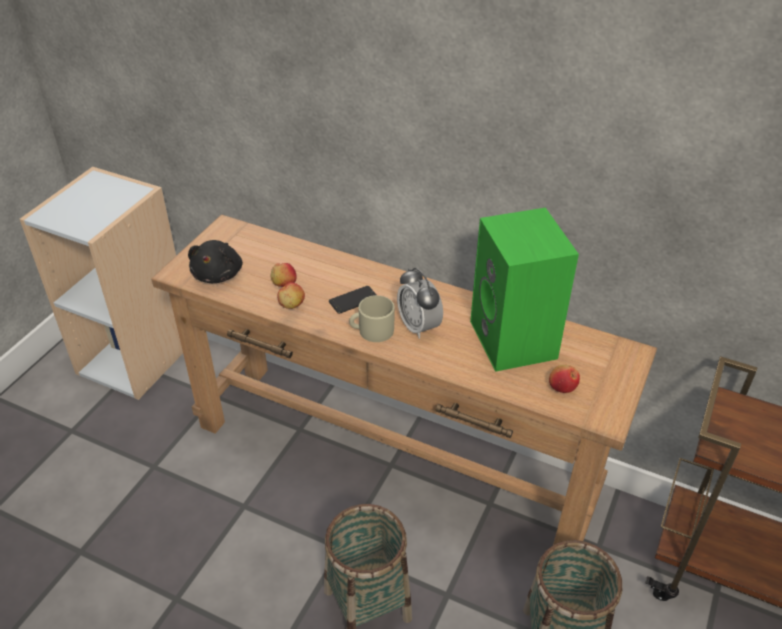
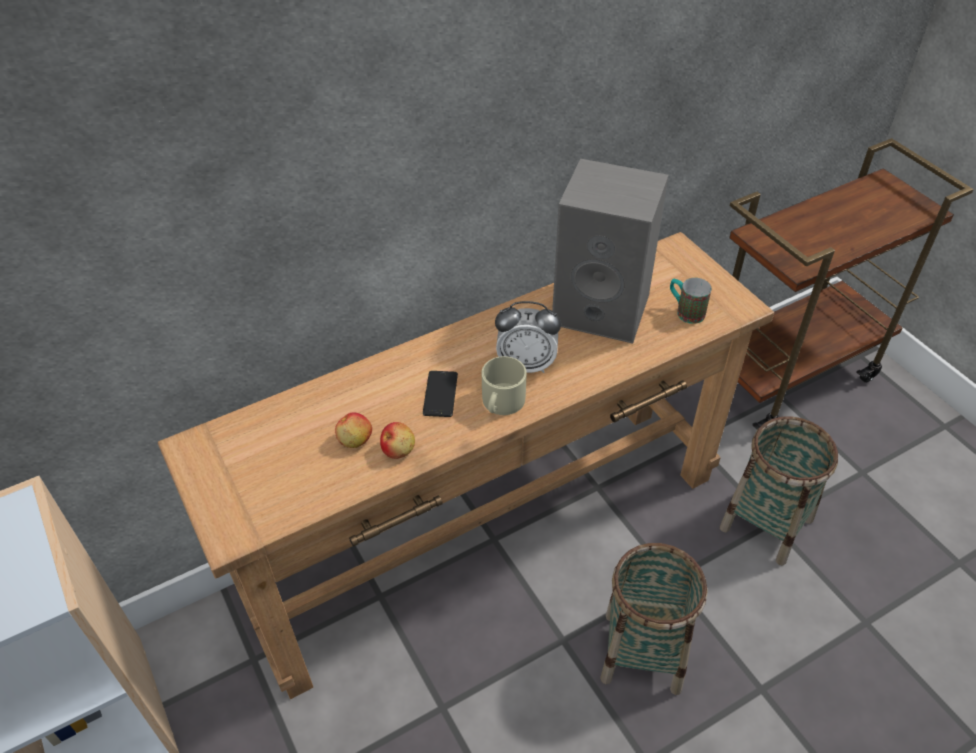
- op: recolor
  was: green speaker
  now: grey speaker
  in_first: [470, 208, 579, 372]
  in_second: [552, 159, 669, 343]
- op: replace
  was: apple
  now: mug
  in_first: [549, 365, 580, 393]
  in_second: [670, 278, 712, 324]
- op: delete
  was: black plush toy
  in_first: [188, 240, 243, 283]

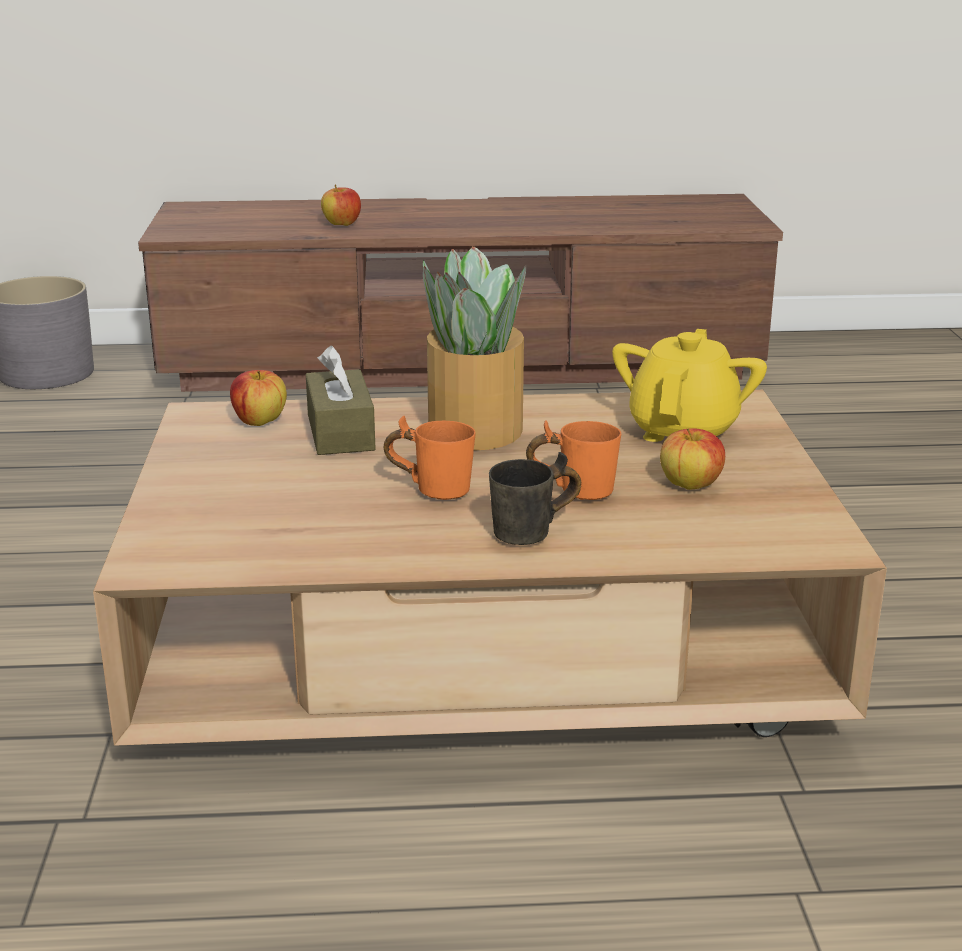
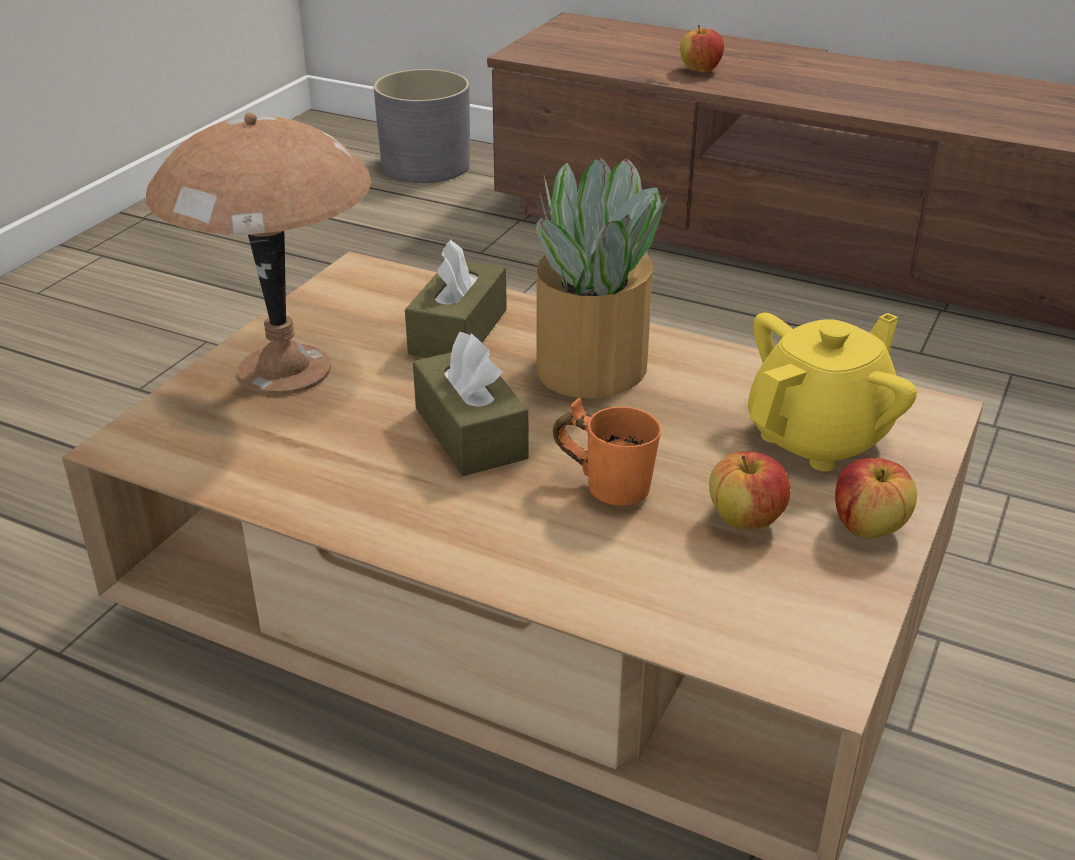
- op: insert
  now: brown table lamp
  in_second: [146, 113, 371, 395]
- op: replace
  was: orange mug
  now: brown tissue box
  in_first: [384, 416, 476, 500]
  in_second: [413, 332, 529, 476]
- op: move
  was: apple
  in_first: [230, 370, 287, 426]
  in_second: [835, 458, 917, 539]
- op: delete
  was: grey mug
  in_first: [489, 452, 581, 545]

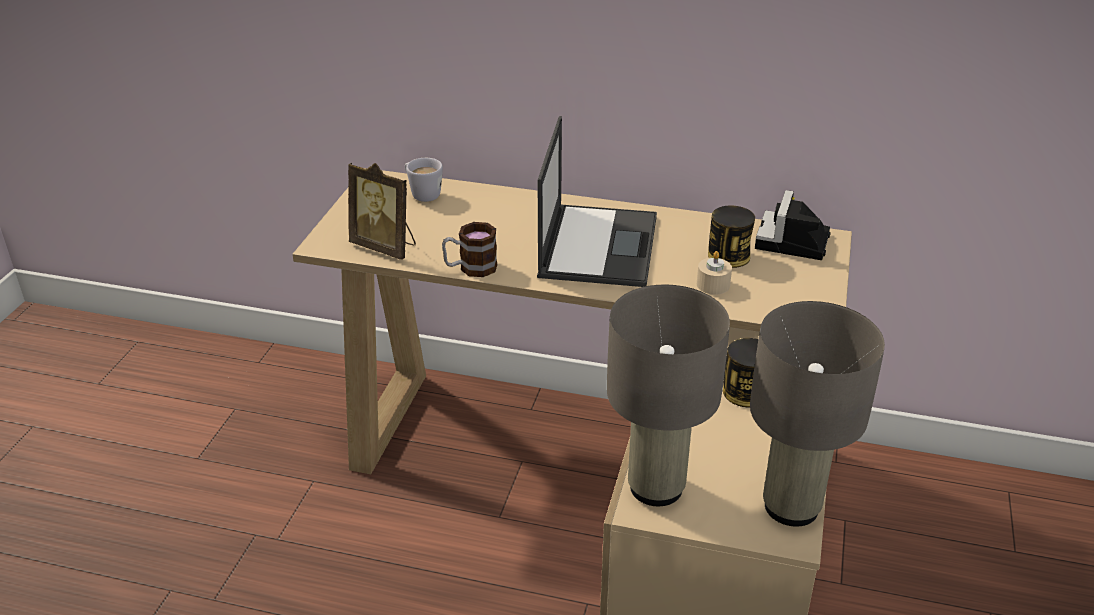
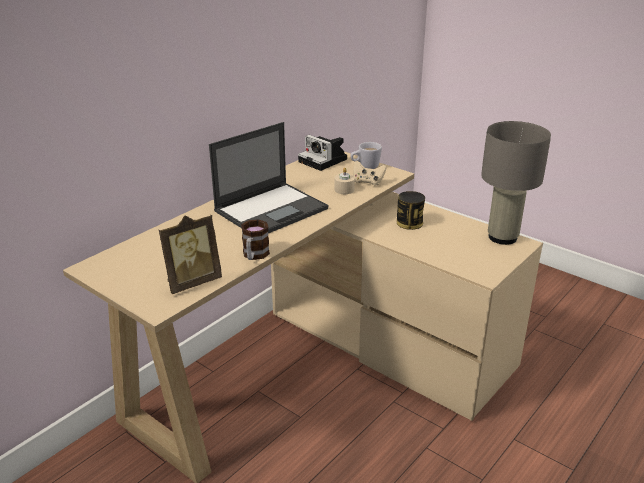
- op: rotate
  was: laptop
  in_first: [537, 116, 657, 287]
  in_second: [209, 122, 328, 233]
  clockwise: 105
- op: move
  was: white mug
  in_first: [405, 158, 443, 202]
  in_second: [350, 142, 382, 169]
- op: insert
  now: beige game controller
  in_second: [353, 161, 386, 185]
- op: delete
  was: grey table lamp
  in_first: [607, 285, 730, 506]
- op: delete
  was: can
  in_first: [708, 205, 755, 268]

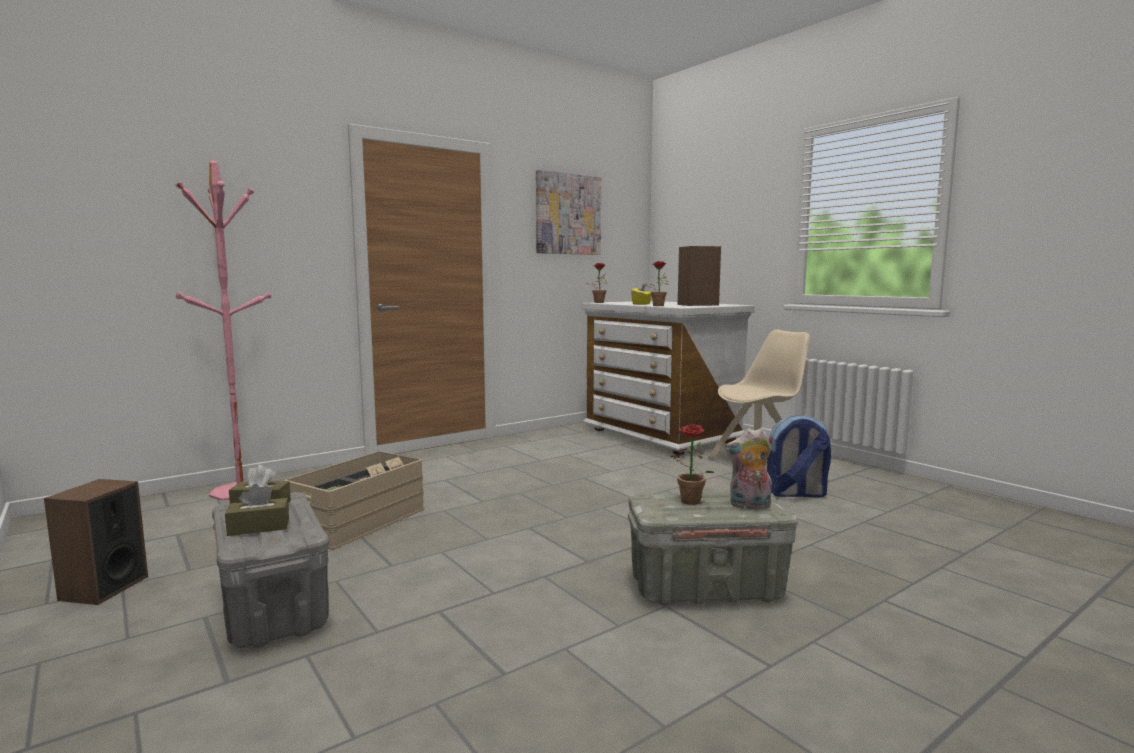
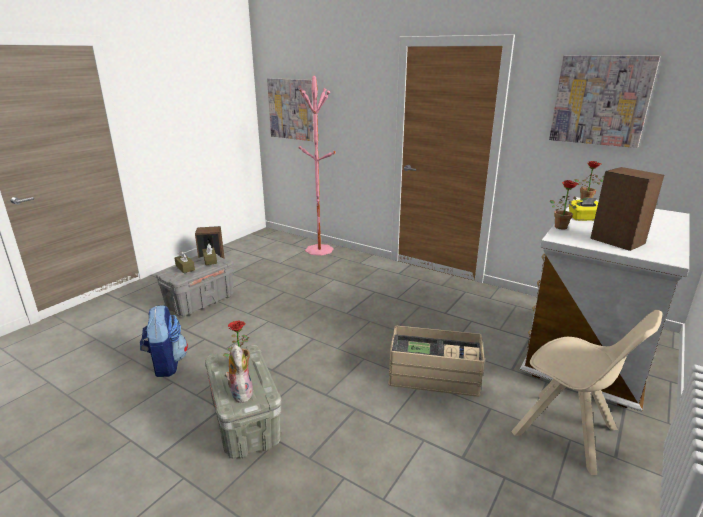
- op: move
  was: backpack
  in_first: [767, 415, 831, 498]
  in_second: [140, 305, 188, 377]
- op: insert
  now: picture
  in_second: [267, 78, 314, 141]
- op: move
  was: beige storage box
  in_first: [285, 451, 424, 550]
  in_second: [388, 326, 485, 397]

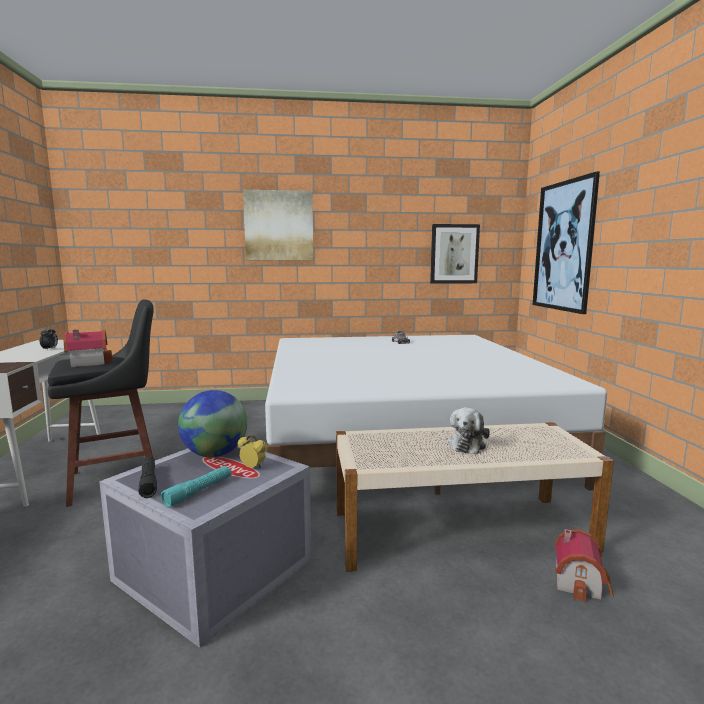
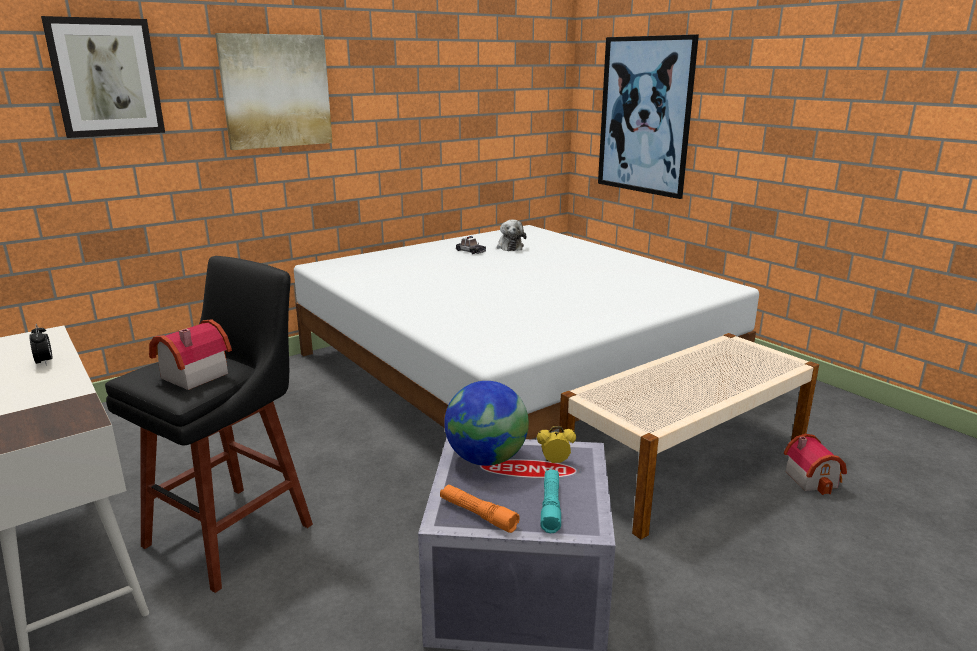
- op: move
  was: picture
  in_first: [430, 224, 480, 284]
  in_second: [41, 16, 165, 138]
- op: recolor
  was: black flashlight
  now: orange flashlight
  in_first: [139, 457, 157, 498]
  in_second: [440, 484, 520, 533]
- op: move
  was: plush toy
  in_first: [446, 407, 490, 454]
  in_second: [497, 220, 527, 251]

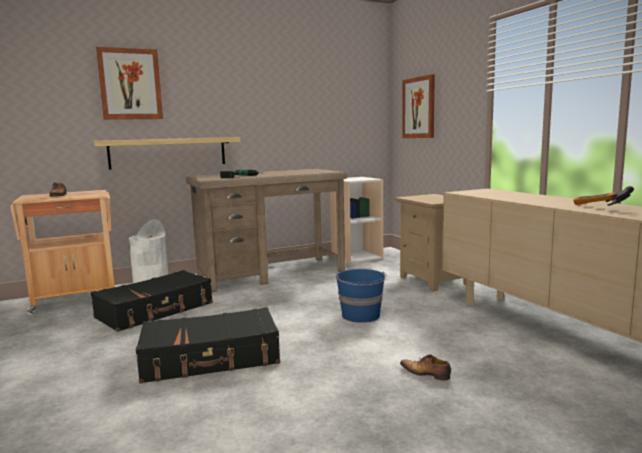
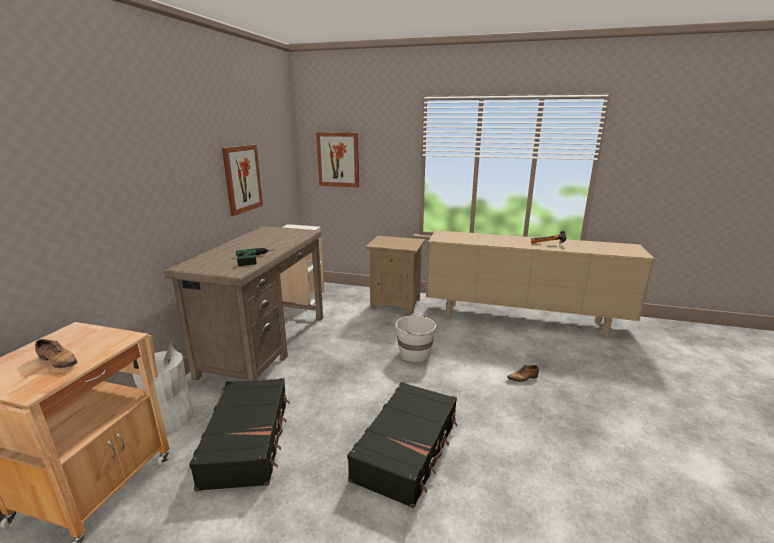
- op: move
  was: picture
  in_first: [96, 47, 163, 120]
  in_second: [222, 145, 263, 216]
- op: recolor
  was: blue bucket
  now: white bucket
  in_first: [336, 269, 387, 323]
  in_second: [396, 315, 438, 363]
- op: delete
  was: shelf
  in_first: [94, 137, 240, 170]

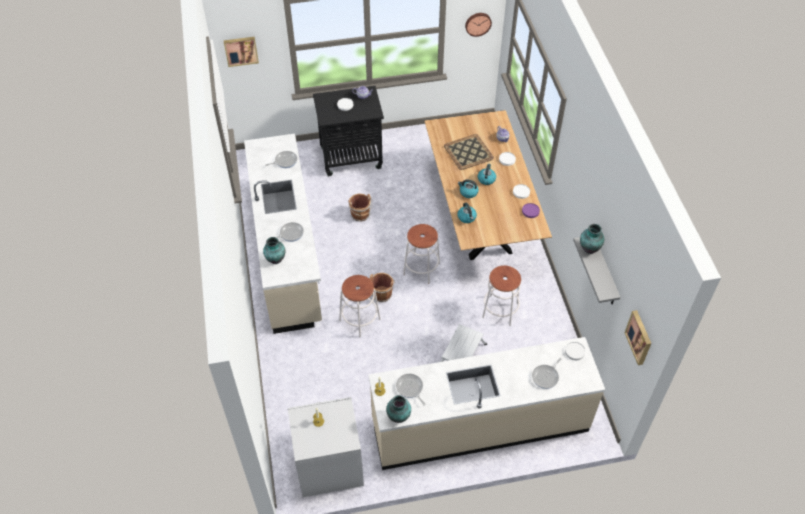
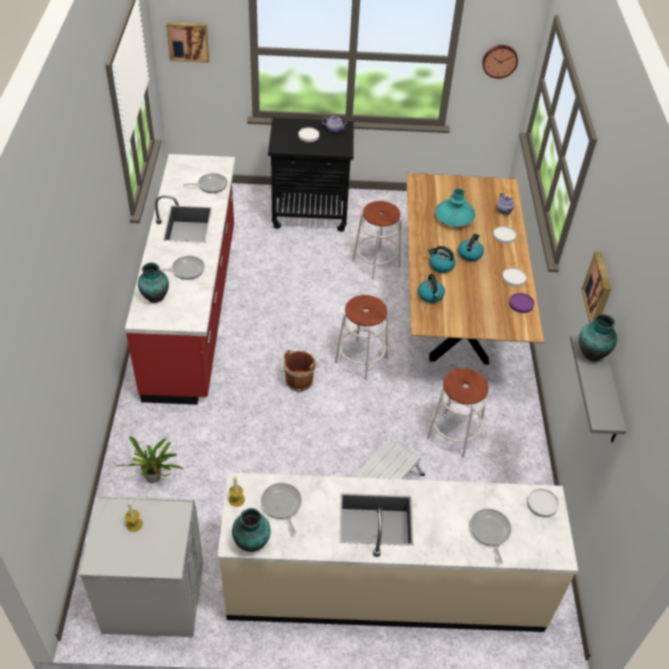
- op: insert
  now: potted plant
  in_second: [115, 436, 183, 483]
- op: recolor
  was: beige counter
  now: red counter
  in_first: [244, 134, 322, 334]
  in_second: [125, 154, 235, 405]
- op: move
  was: white stool
  in_first: [339, 275, 381, 337]
  in_second: [353, 201, 401, 280]
- op: replace
  was: tray
  now: turquoise vase
  in_first: [444, 134, 494, 170]
  in_second: [435, 188, 475, 227]
- op: rotate
  was: frying pan
  in_first: [532, 358, 562, 389]
  in_second: [470, 509, 511, 564]
  clockwise: 120
- op: move
  was: picture
  in_first: [624, 310, 651, 365]
  in_second: [581, 252, 611, 323]
- op: delete
  was: brown bucket
  in_first: [348, 194, 372, 222]

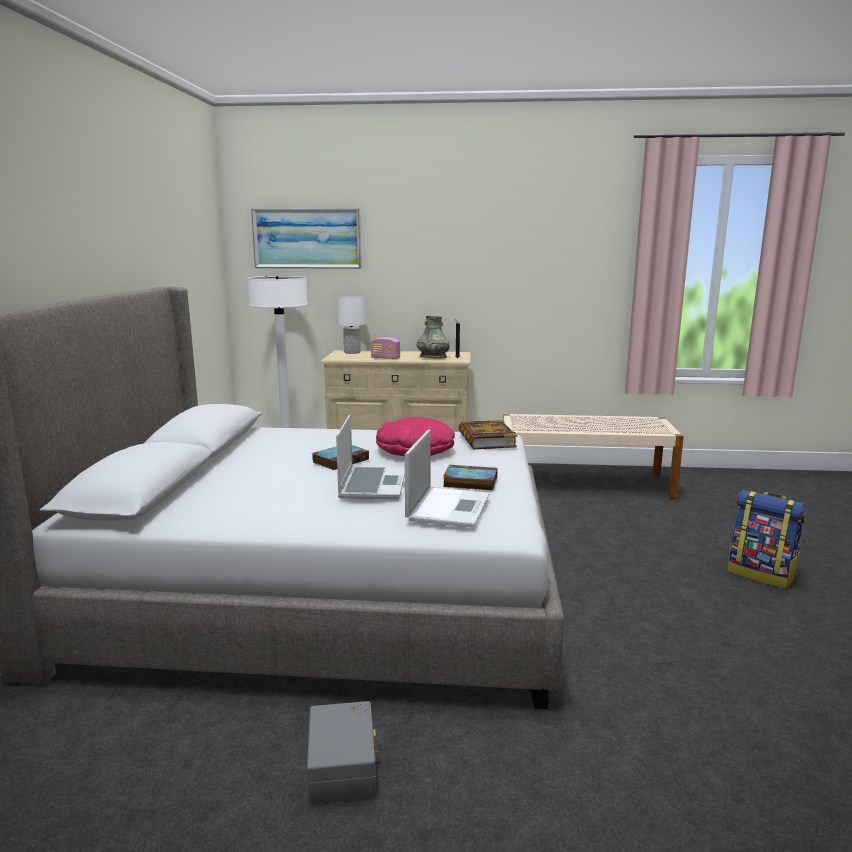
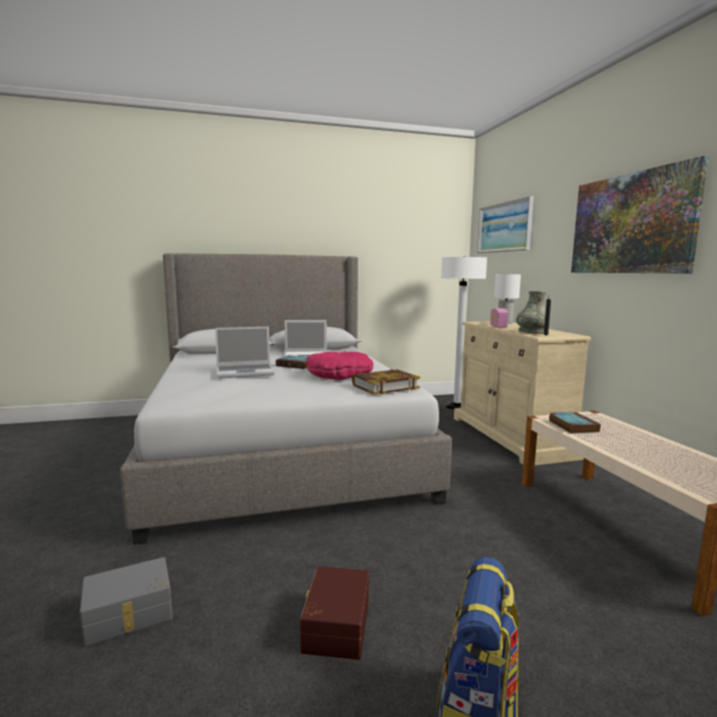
- op: move
  was: grey storage box
  in_first: [307, 701, 379, 804]
  in_second: [80, 557, 173, 646]
- op: move
  was: laptop
  in_first: [405, 430, 490, 528]
  in_second: [284, 320, 327, 357]
- op: insert
  now: brown storage box
  in_second: [300, 566, 369, 660]
- op: move
  was: book
  in_first: [443, 465, 498, 491]
  in_second: [549, 412, 601, 434]
- op: insert
  now: picture
  in_second: [571, 156, 709, 274]

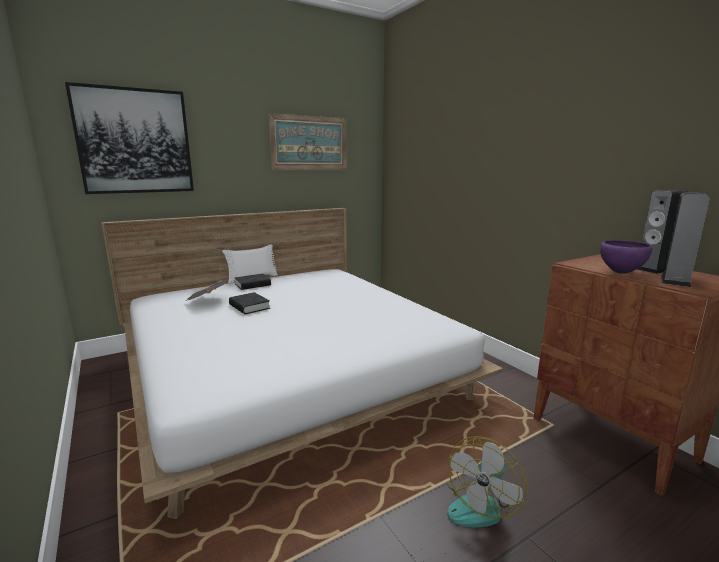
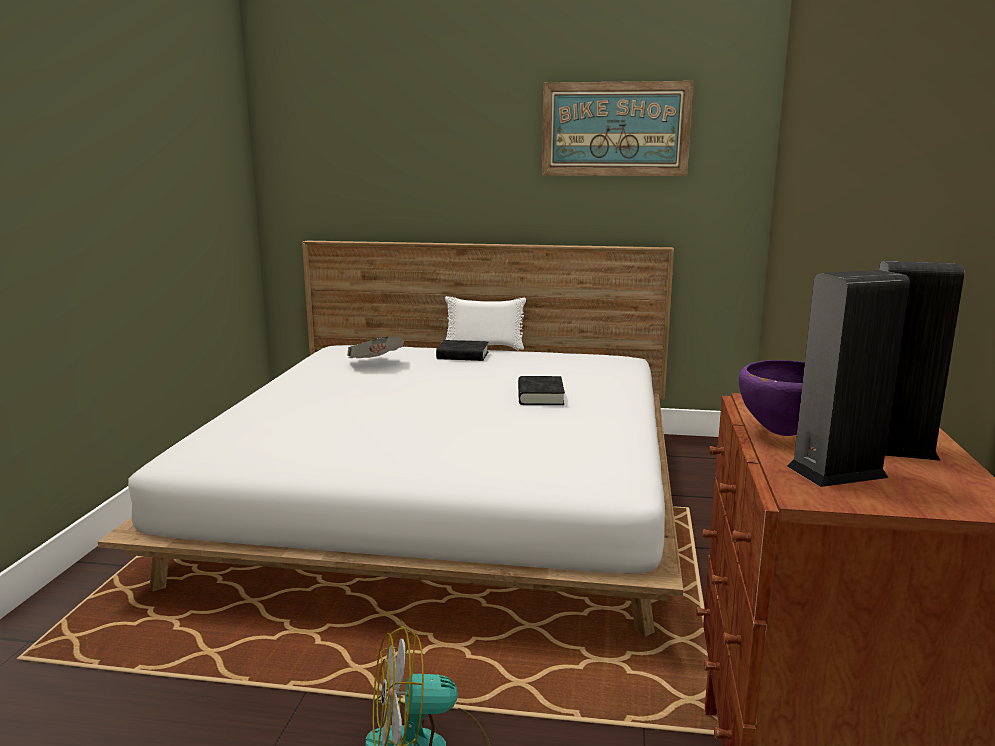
- op: move
  was: black book
  in_first: [229, 292, 270, 314]
  in_second: [518, 376, 565, 405]
- op: delete
  was: picture
  in_first: [65, 82, 194, 194]

